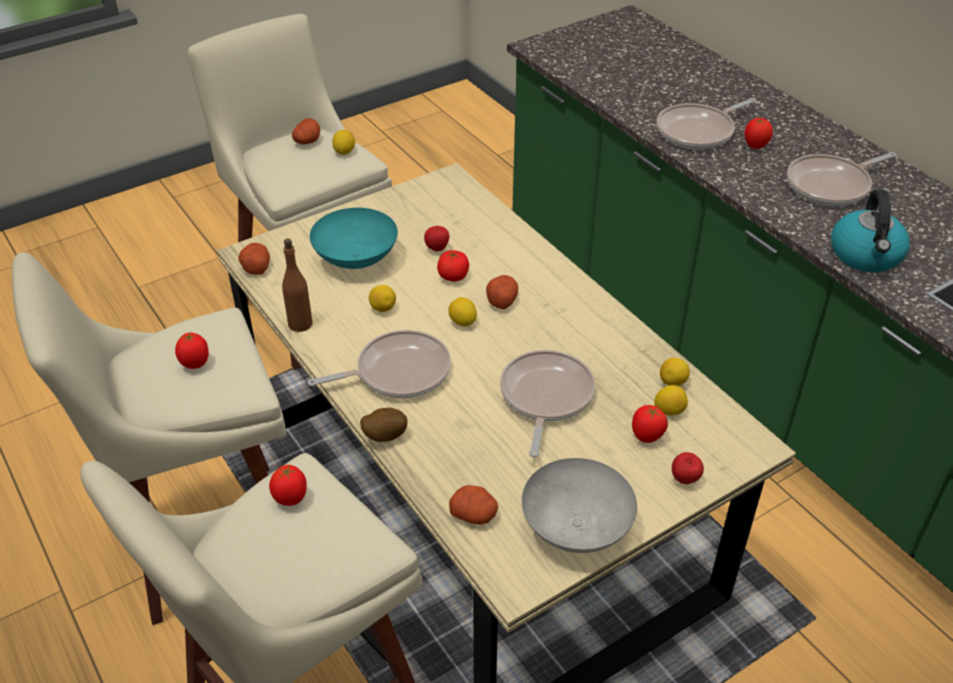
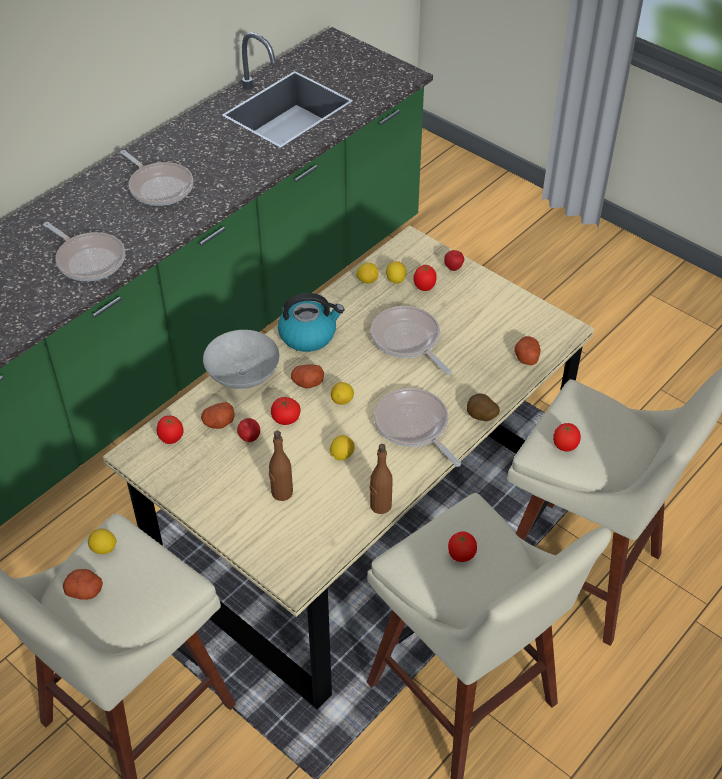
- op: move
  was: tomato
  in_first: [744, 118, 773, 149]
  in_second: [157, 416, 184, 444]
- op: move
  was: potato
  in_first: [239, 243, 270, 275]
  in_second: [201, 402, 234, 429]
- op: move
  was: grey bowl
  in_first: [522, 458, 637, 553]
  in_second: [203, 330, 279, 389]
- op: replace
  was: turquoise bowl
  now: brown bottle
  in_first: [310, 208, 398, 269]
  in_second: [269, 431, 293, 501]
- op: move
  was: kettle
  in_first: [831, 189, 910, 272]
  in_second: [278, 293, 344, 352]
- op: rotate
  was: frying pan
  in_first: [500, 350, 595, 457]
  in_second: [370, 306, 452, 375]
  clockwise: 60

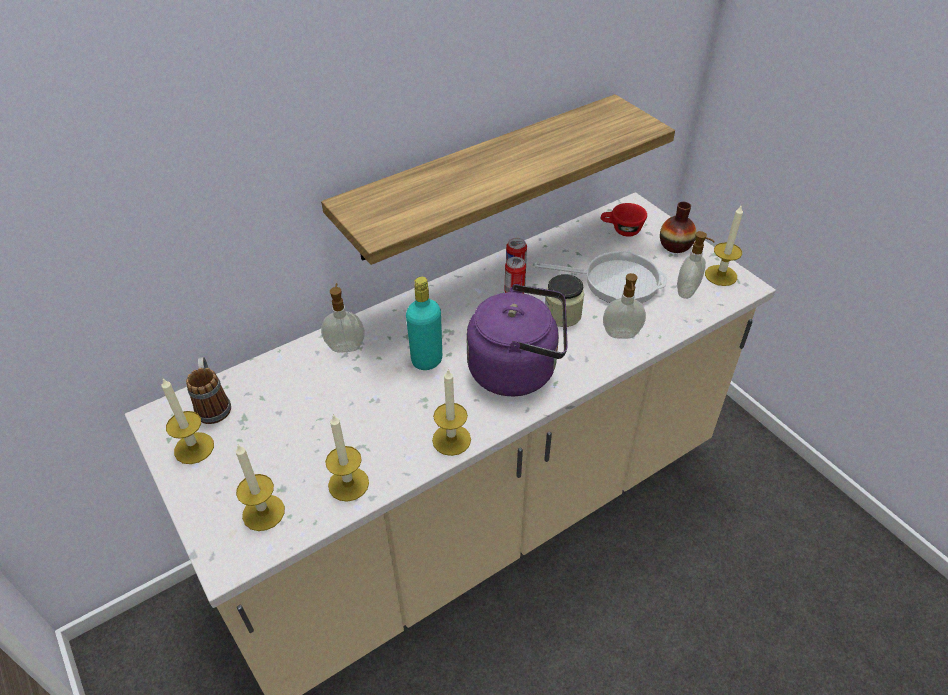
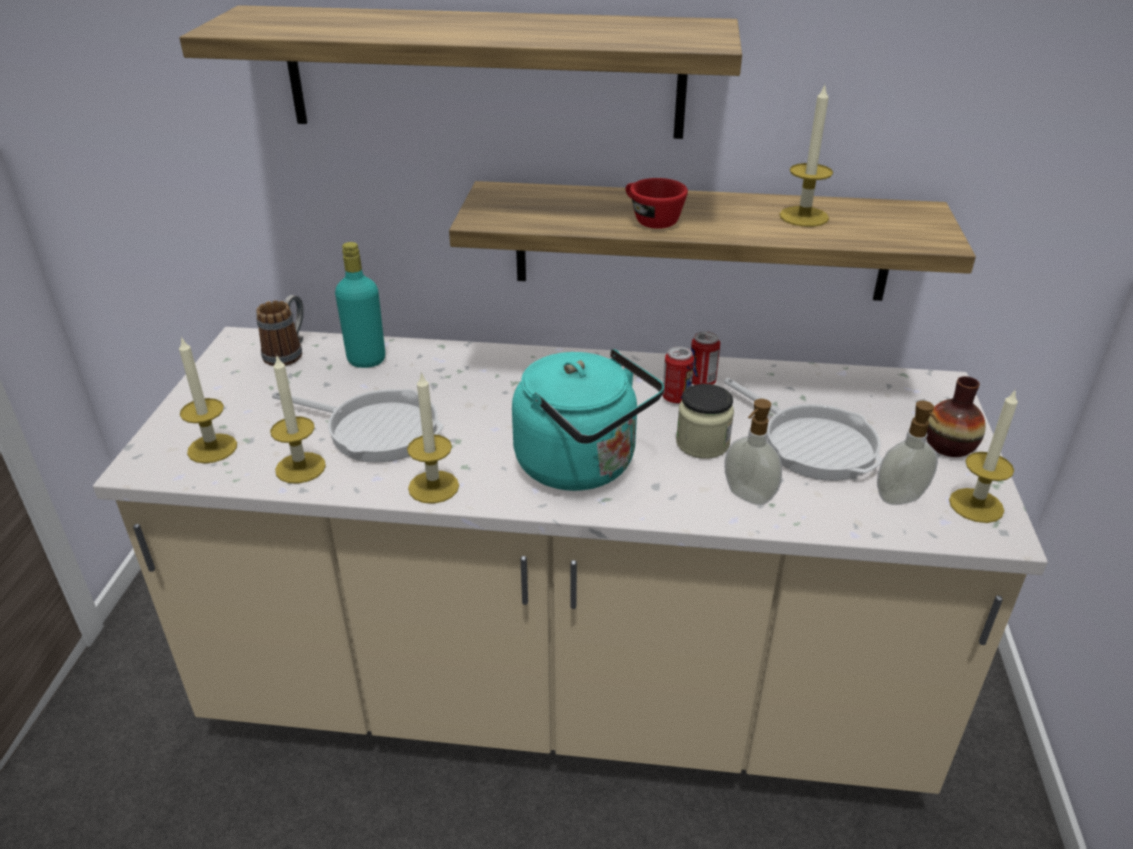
- op: insert
  now: shelf
  in_second: [179, 5, 742, 139]
- op: insert
  now: frying pan
  in_second: [272, 389, 444, 463]
- op: move
  was: turquoise bottle
  in_first: [406, 277, 442, 370]
  in_second: [335, 242, 385, 368]
- op: recolor
  was: purple kettle
  now: turquoise kettle
  in_first: [466, 284, 568, 396]
  in_second: [512, 349, 664, 491]
- op: move
  was: red cup
  in_first: [601, 203, 647, 237]
  in_second: [625, 178, 688, 229]
- op: move
  was: candle
  in_first: [161, 377, 214, 464]
  in_second: [779, 85, 833, 227]
- op: delete
  was: soap dispenser
  in_first: [321, 283, 365, 353]

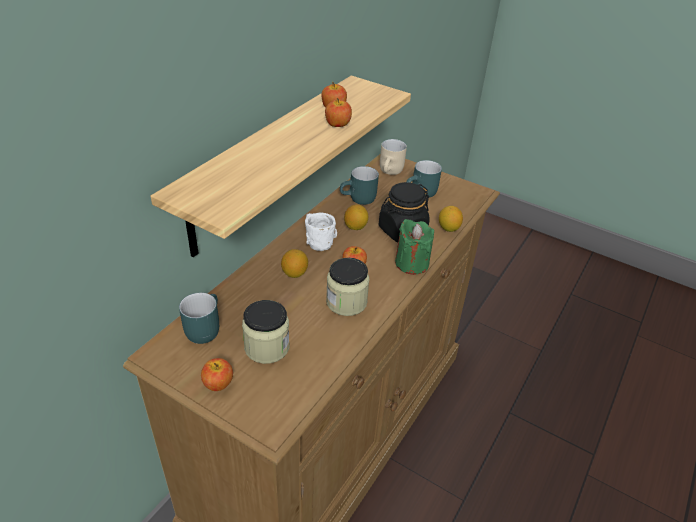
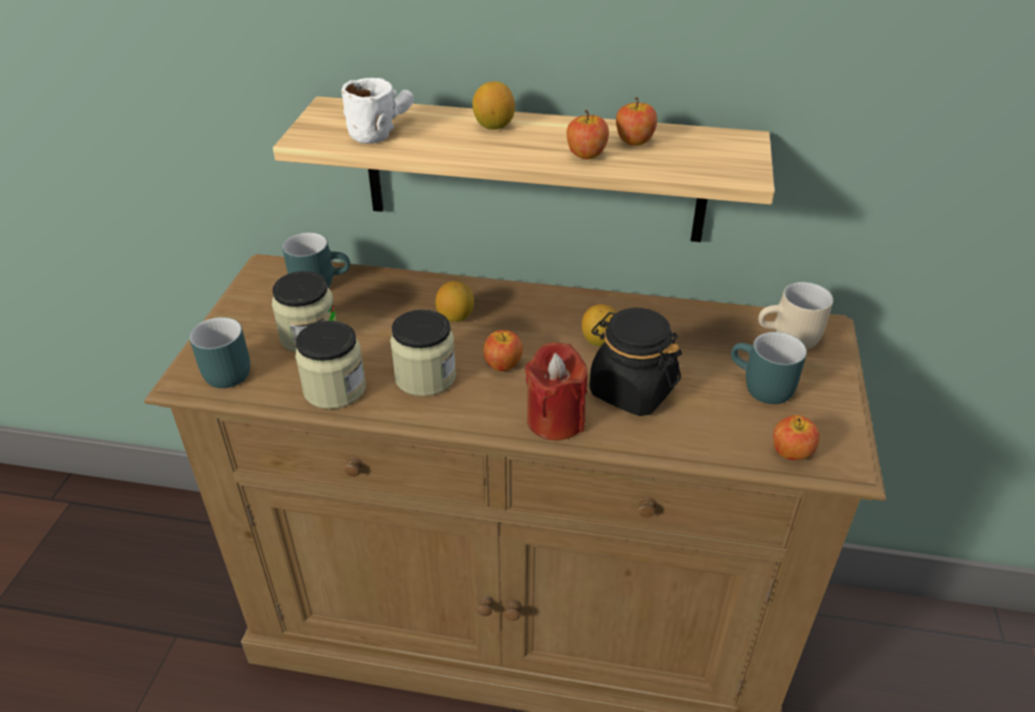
- op: move
  was: turquoise mug
  in_first: [340, 166, 379, 205]
  in_second: [189, 317, 250, 388]
- op: insert
  now: jar
  in_second: [295, 321, 366, 409]
- op: move
  was: white mug
  in_first: [305, 213, 337, 251]
  in_second: [342, 78, 414, 144]
- op: move
  was: lemon
  in_first: [439, 206, 463, 232]
  in_second: [472, 81, 515, 130]
- op: recolor
  was: green candle
  now: red candle
  in_first: [395, 219, 434, 275]
  in_second: [525, 342, 587, 441]
- op: move
  was: apple
  in_first: [201, 358, 233, 391]
  in_second: [773, 415, 820, 460]

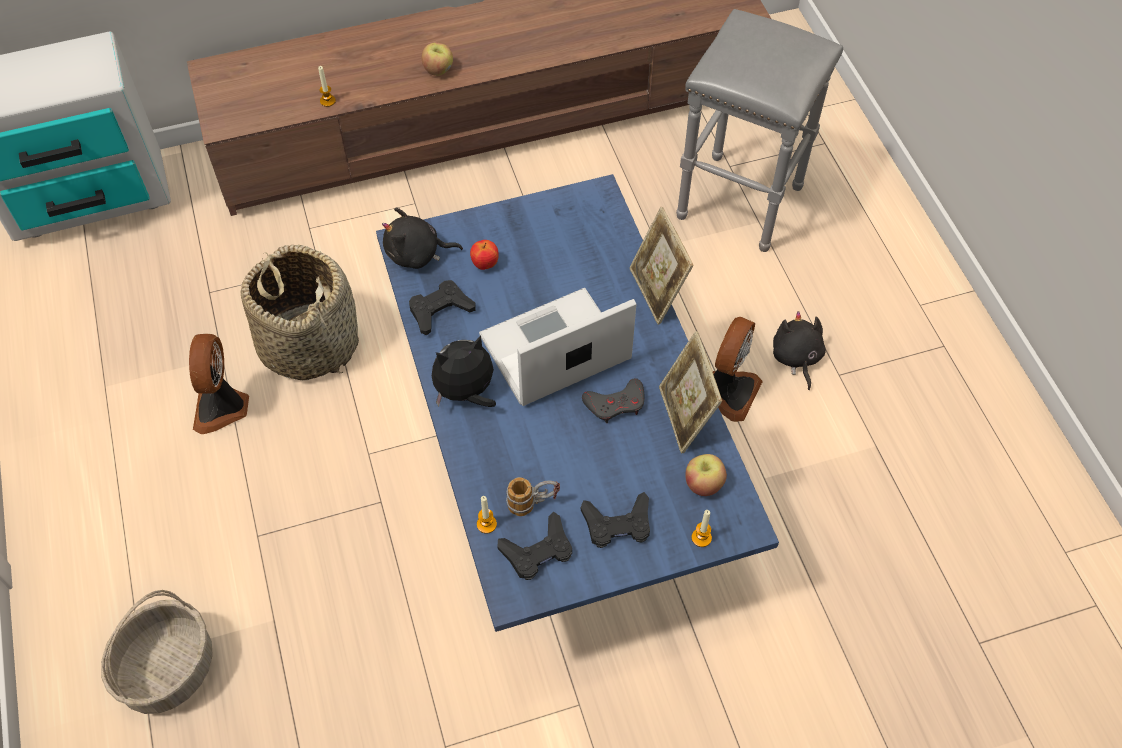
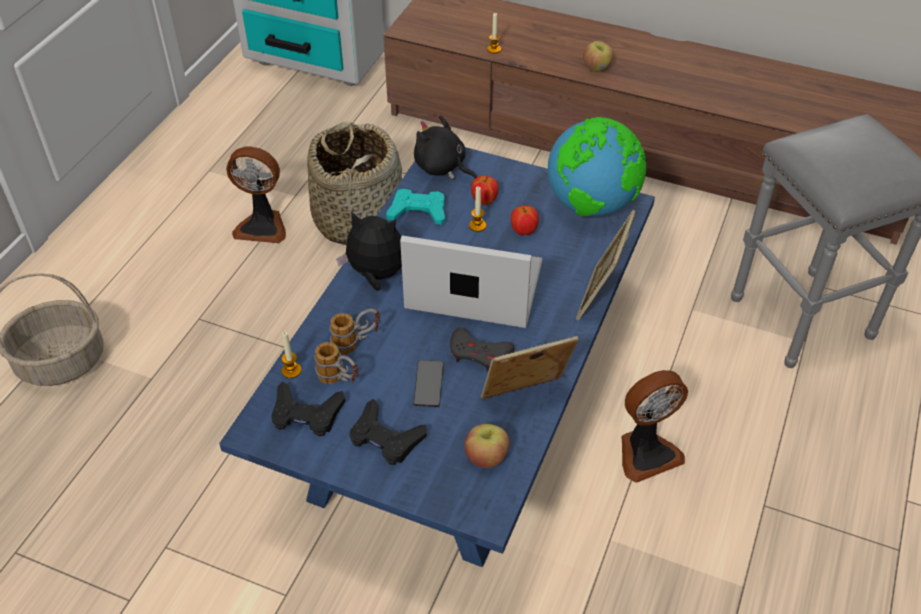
- op: rotate
  was: fan
  in_first: [189, 334, 249, 434]
  in_second: [226, 146, 286, 243]
  clockwise: -120
- op: insert
  now: mug
  in_second: [330, 309, 380, 354]
- op: recolor
  was: black game controller
  now: turquoise game controller
  in_first: [409, 280, 476, 335]
  in_second: [386, 189, 445, 225]
- op: insert
  now: phone
  in_second: [413, 360, 444, 407]
- op: move
  was: candle
  in_first: [691, 510, 712, 547]
  in_second: [469, 187, 486, 232]
- op: rotate
  was: picture frame
  in_first: [659, 331, 722, 454]
  in_second: [481, 336, 579, 399]
  clockwise: 45
- op: insert
  now: apple
  in_second: [511, 205, 539, 236]
- op: insert
  now: globe
  in_second: [548, 117, 646, 216]
- op: delete
  was: black plush toy
  in_first: [773, 311, 826, 390]

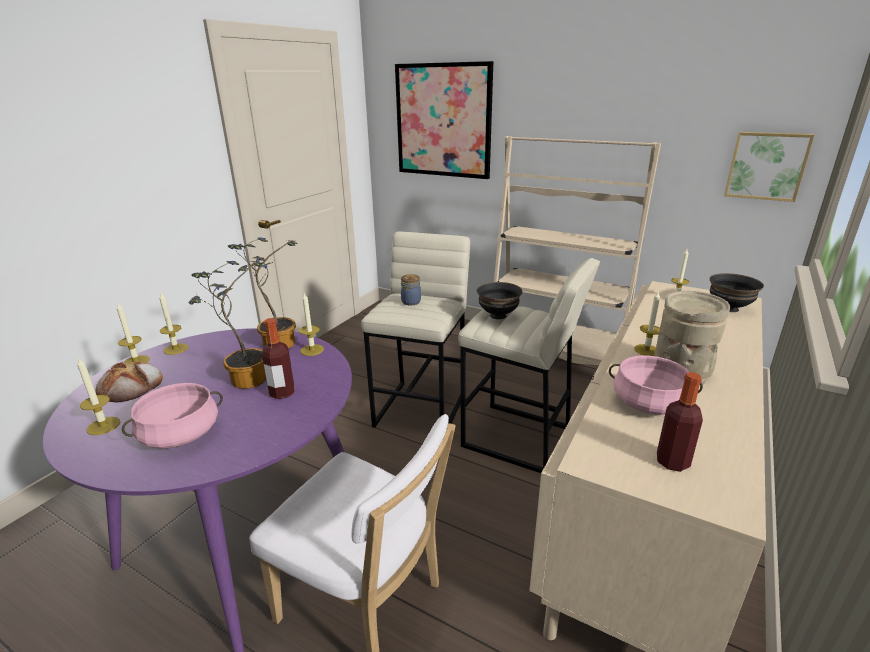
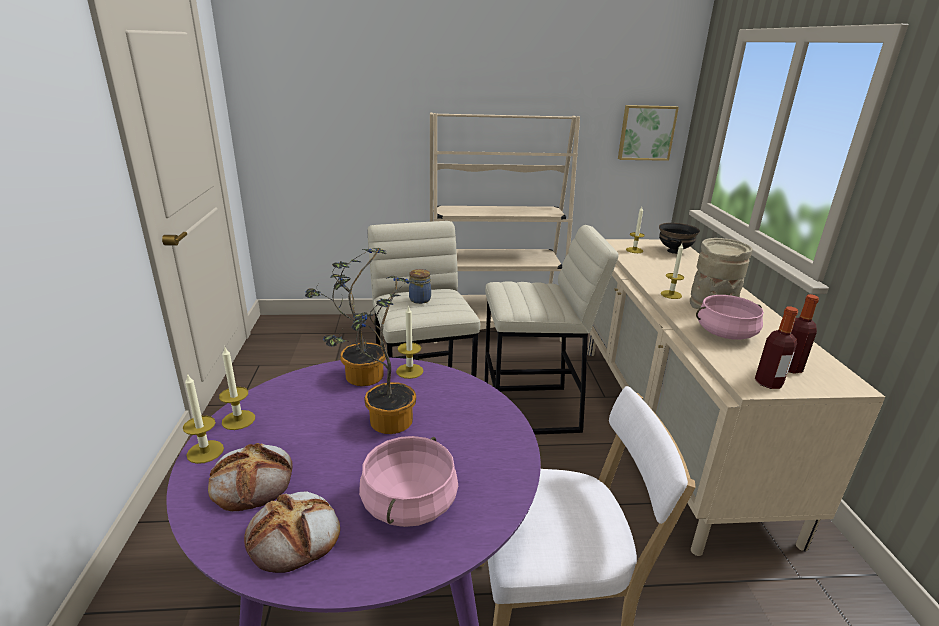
- op: replace
  was: candle
  now: bread
  in_first: [77, 357, 120, 435]
  in_second: [244, 491, 340, 573]
- op: move
  was: bottle
  in_first: [262, 318, 295, 399]
  in_second: [755, 307, 798, 389]
- op: delete
  was: picture
  in_first: [395, 61, 493, 179]
- op: delete
  was: black bowl
  in_first: [477, 282, 522, 319]

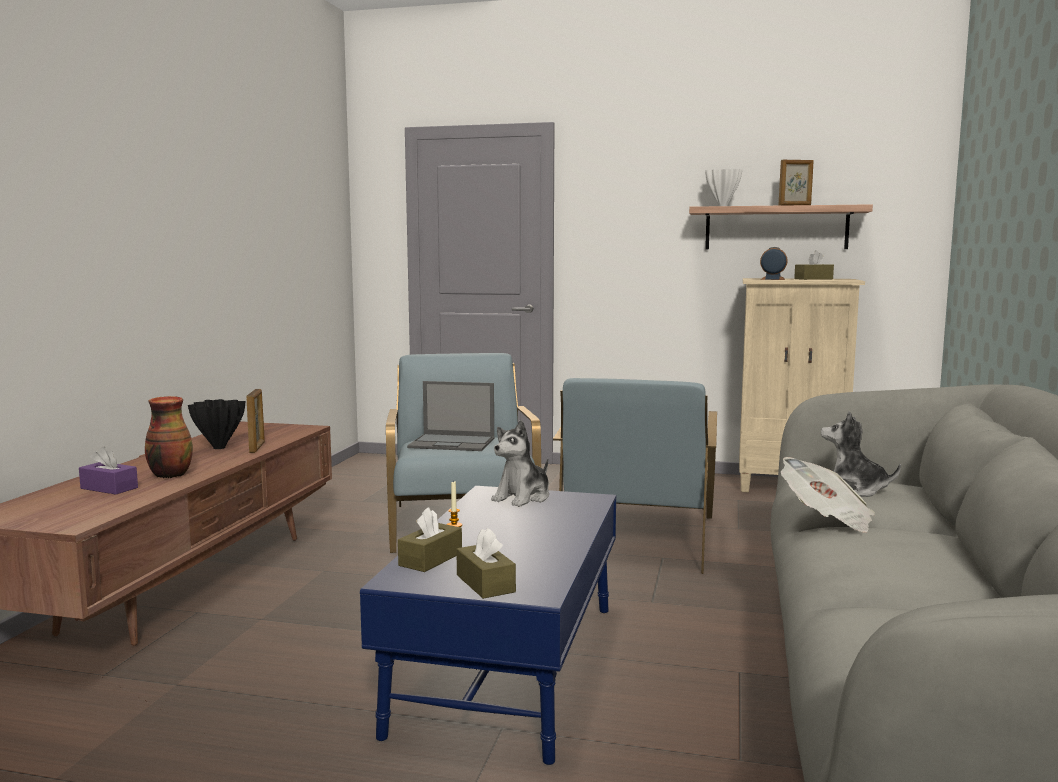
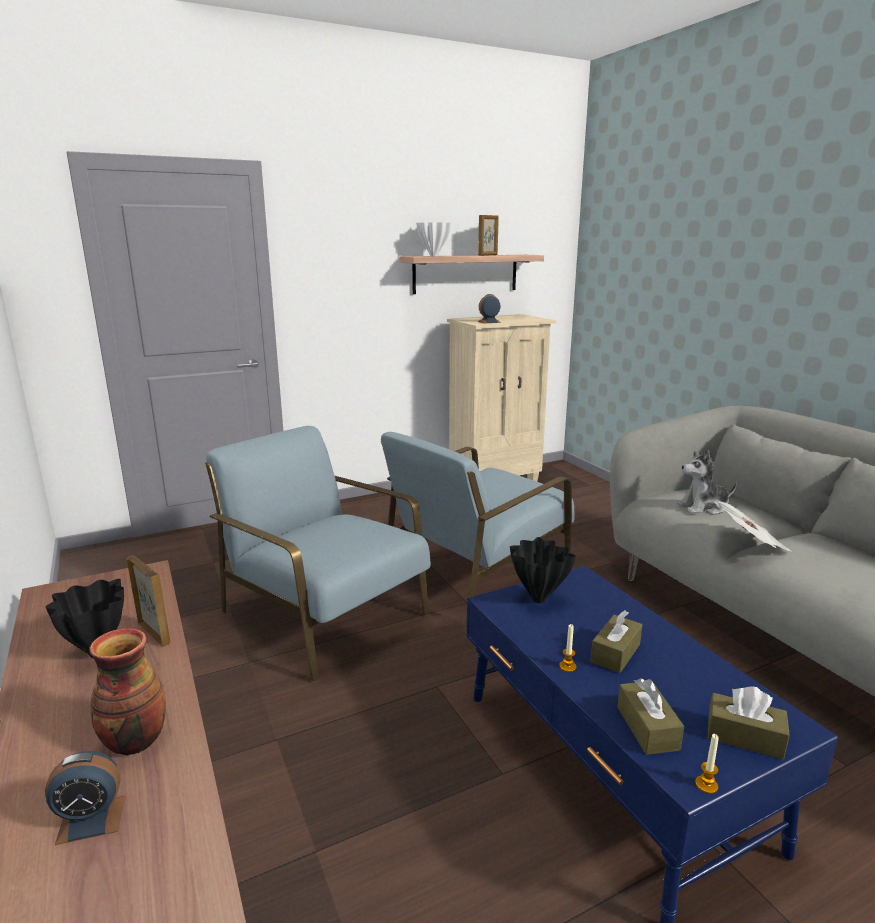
- op: replace
  was: purple tissue box
  now: alarm clock
  in_first: [79, 447, 138, 495]
  in_second: [45, 751, 125, 845]
- op: rotate
  was: blue armchair
  in_first: [553, 378, 717, 574]
  in_second: [381, 432, 574, 627]
  clockwise: 75
- op: replace
  was: plush toy
  now: black vase
  in_first: [491, 420, 549, 507]
  in_second: [510, 537, 576, 603]
- op: move
  was: brown tissue box
  in_first: [794, 250, 834, 280]
  in_second: [590, 610, 642, 673]
- op: insert
  now: candle
  in_second: [695, 734, 719, 794]
- op: delete
  was: laptop
  in_first: [407, 381, 494, 451]

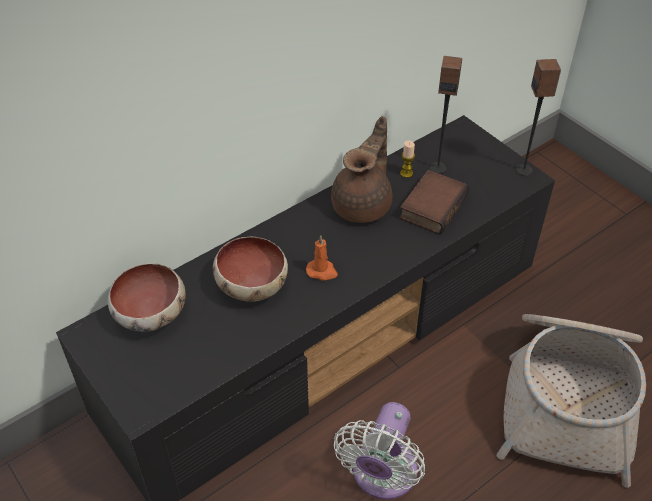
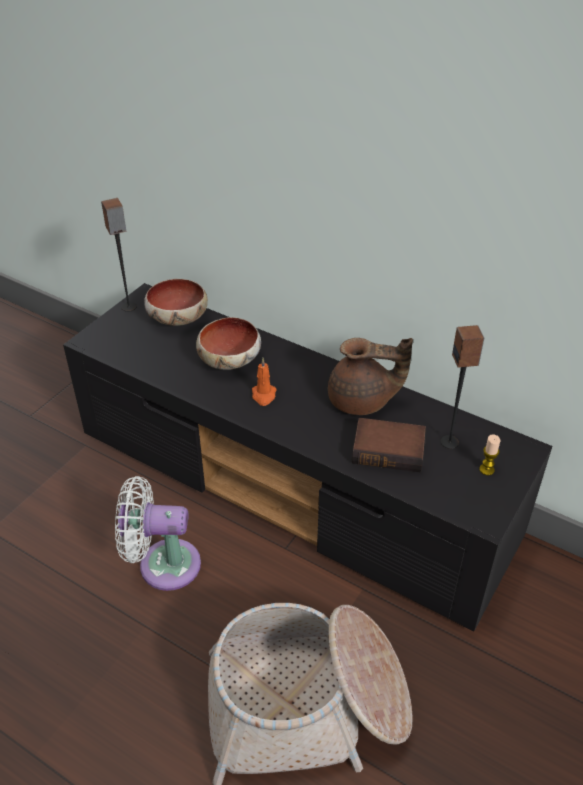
- op: move
  was: speaker
  in_first: [516, 59, 561, 176]
  in_second: [101, 198, 137, 312]
- op: move
  was: candle
  in_first: [400, 141, 415, 178]
  in_second: [479, 434, 500, 475]

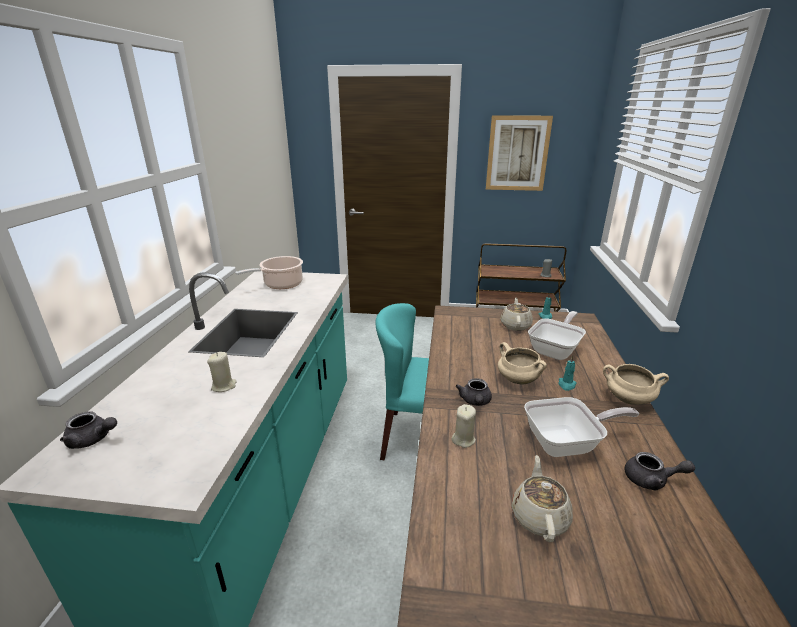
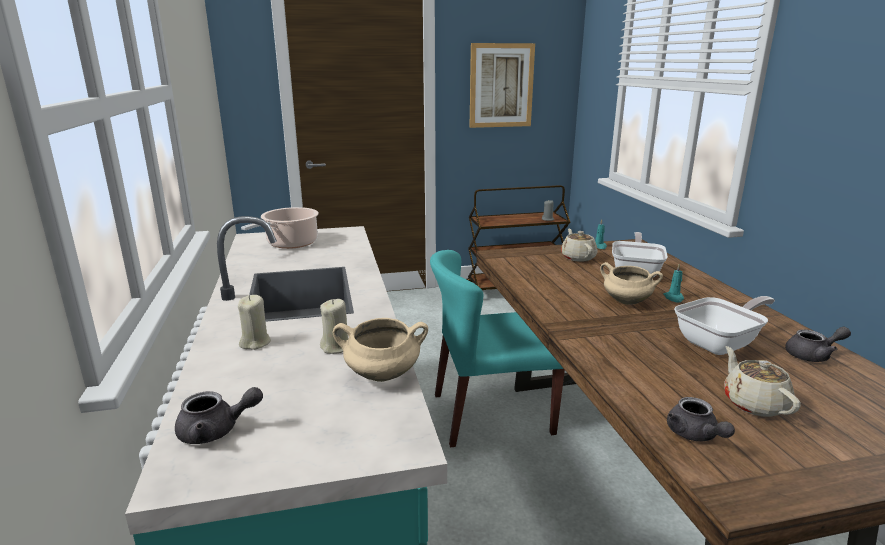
- op: move
  was: beige candle
  in_first: [452, 404, 476, 448]
  in_second: [238, 295, 271, 350]
- op: move
  was: beige cooking pot
  in_first: [603, 364, 669, 405]
  in_second: [333, 318, 428, 382]
- op: move
  was: grey teapot
  in_first: [456, 378, 492, 406]
  in_second: [667, 397, 735, 441]

